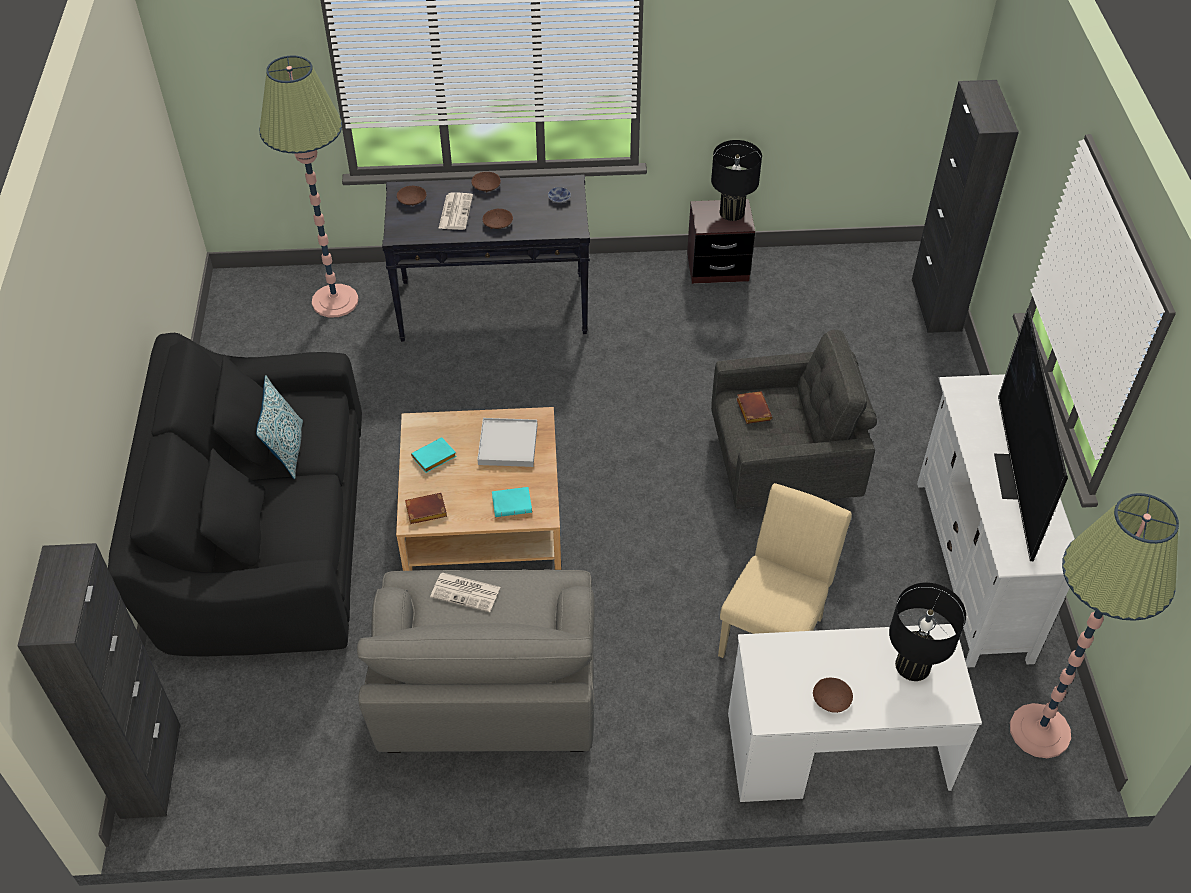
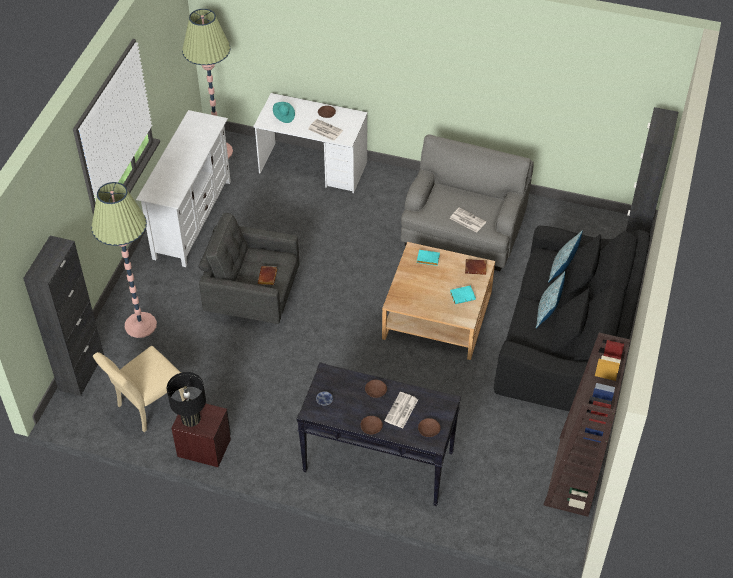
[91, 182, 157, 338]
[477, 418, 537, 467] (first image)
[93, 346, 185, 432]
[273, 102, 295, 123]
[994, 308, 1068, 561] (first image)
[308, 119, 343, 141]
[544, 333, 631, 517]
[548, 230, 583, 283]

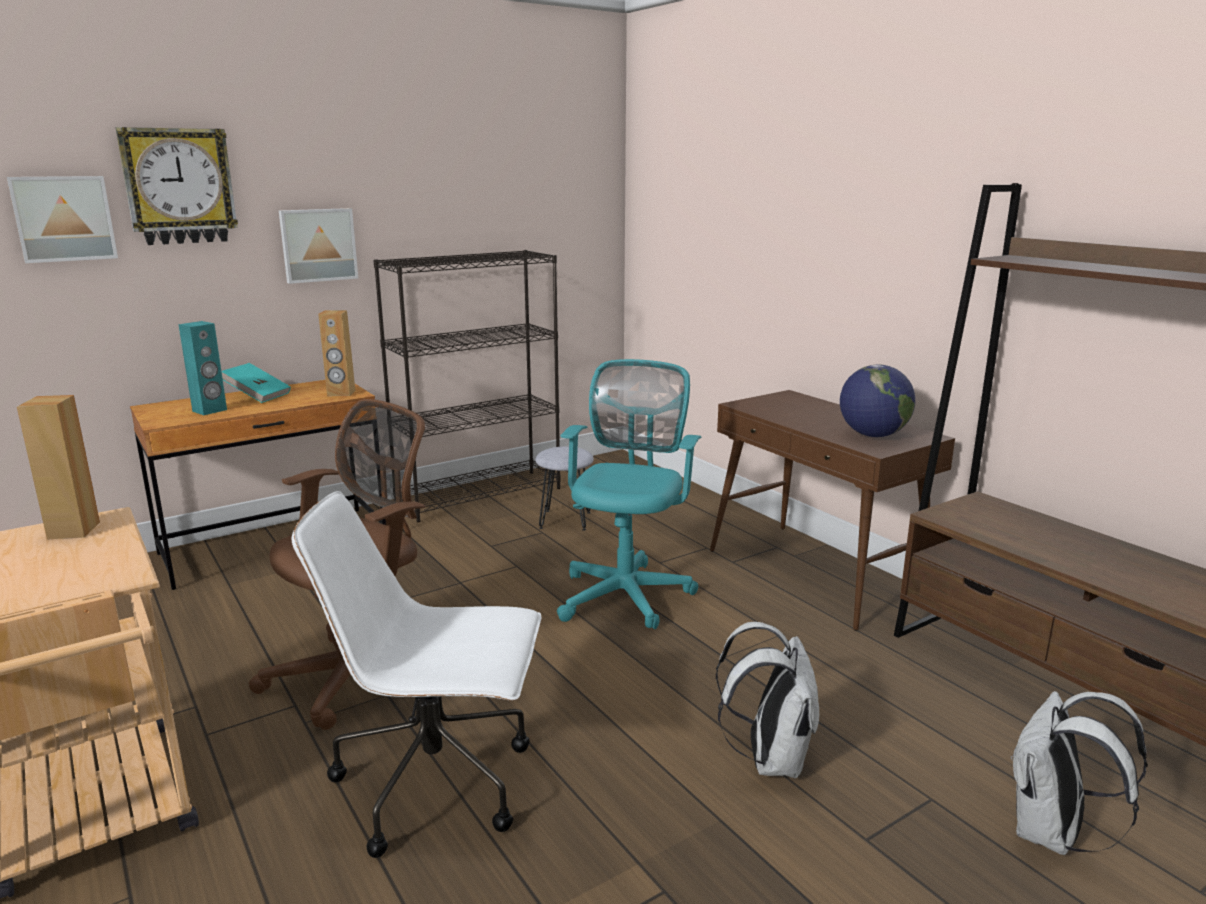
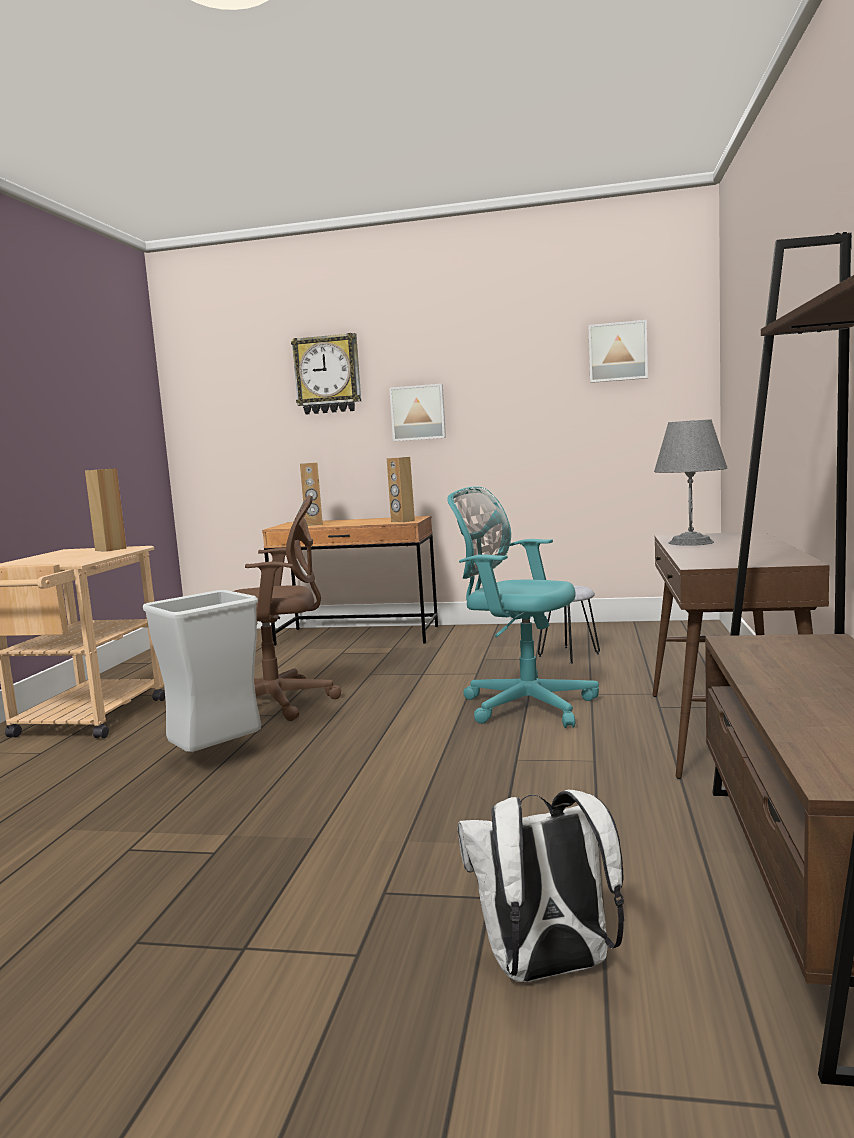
[588, 320, 648, 383]
[300, 462, 323, 526]
[221, 363, 291, 403] (first image)
[143, 590, 261, 752]
[374, 250, 561, 522] (first image)
[447, 487, 599, 728]
[716, 622, 819, 778] (first image)
[840, 365, 915, 437] (first image)
[654, 419, 727, 546]

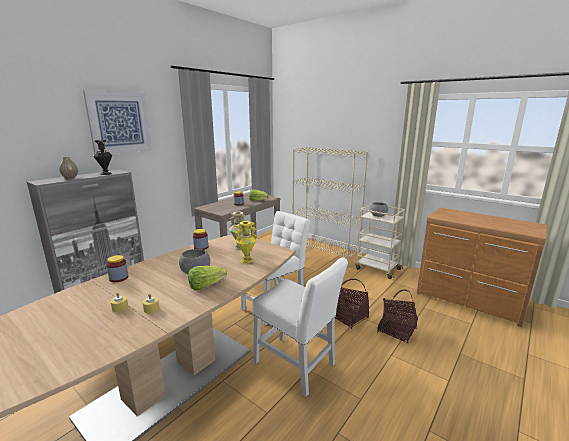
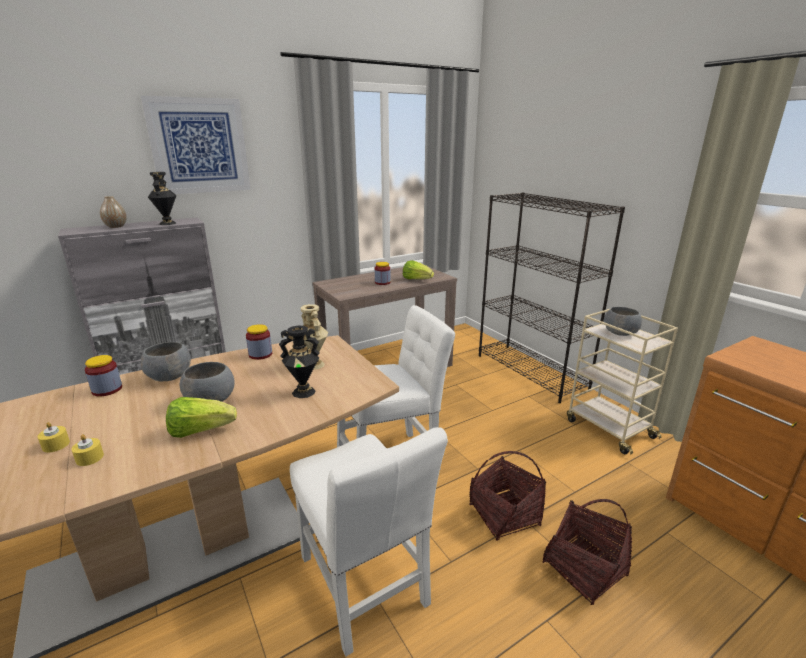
[279, 325, 319, 398]
[479, 192, 625, 403]
[141, 342, 191, 381]

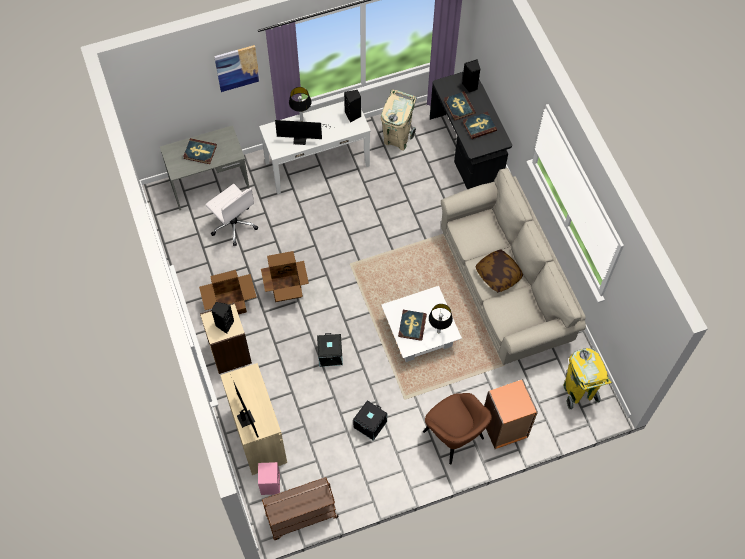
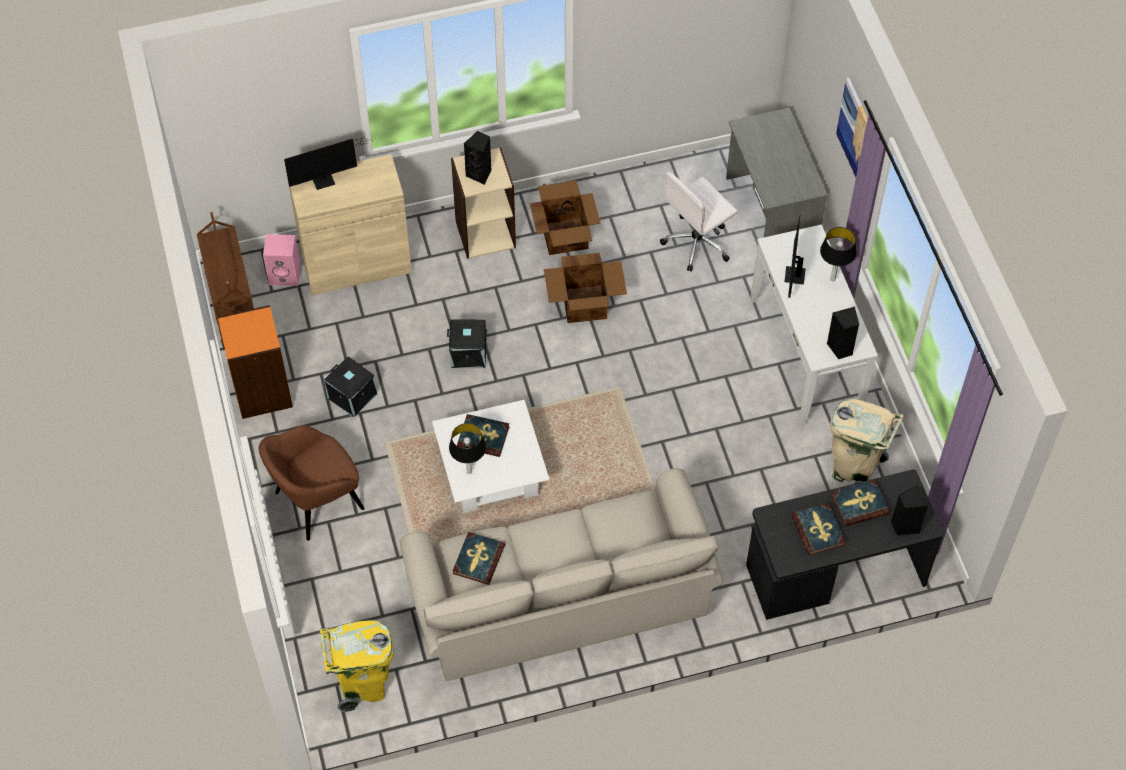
[453, 532, 505, 585]
[476, 250, 523, 292] (first image)
[218, 305, 293, 419]

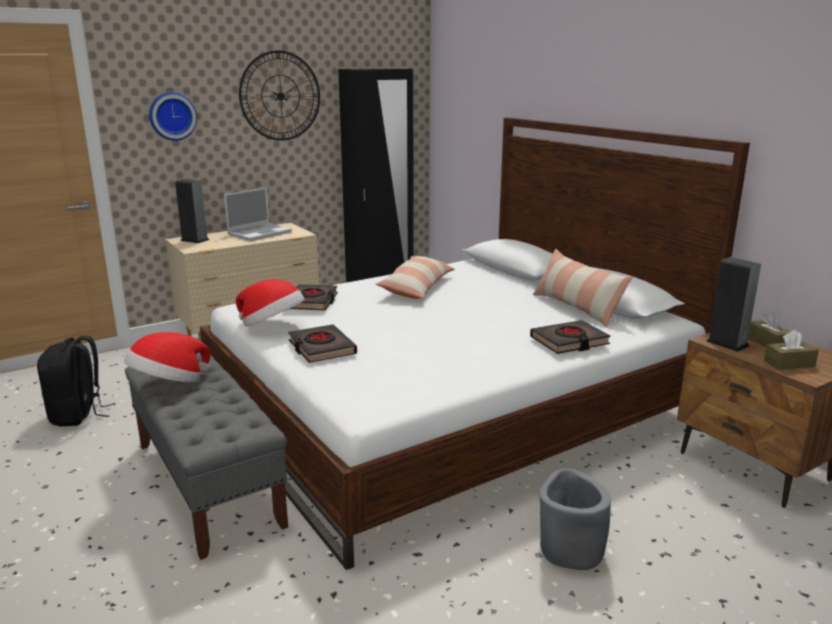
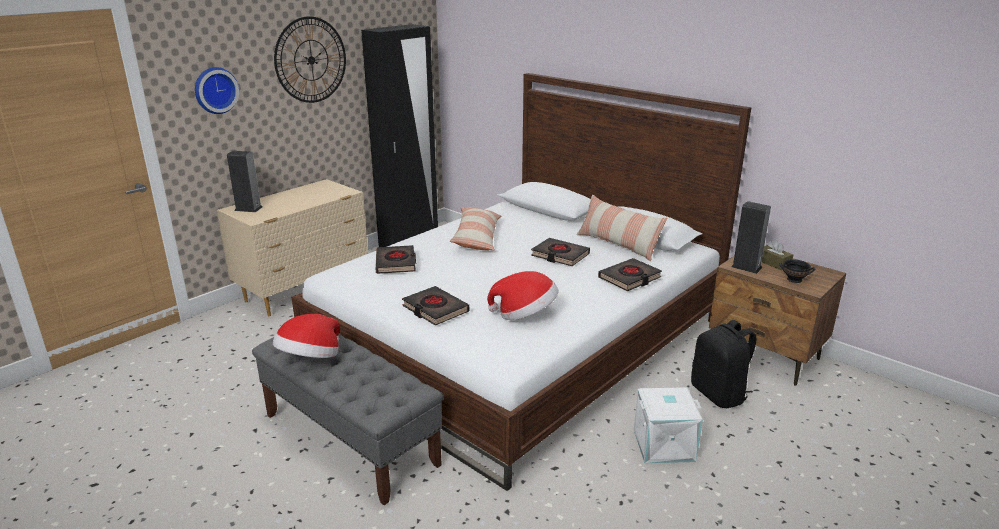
[691, 320, 757, 408]
[224, 187, 292, 241] (first image)
[487, 271, 558, 320]
[634, 387, 703, 463]
[779, 259, 815, 283]
[531, 238, 590, 266]

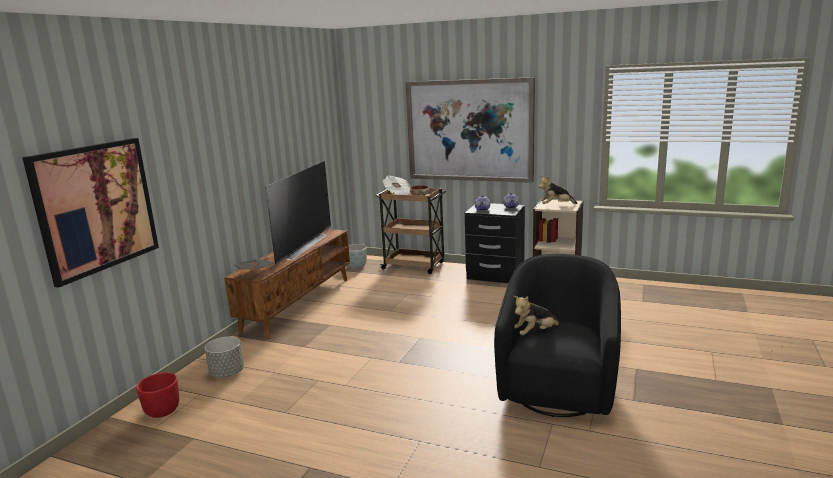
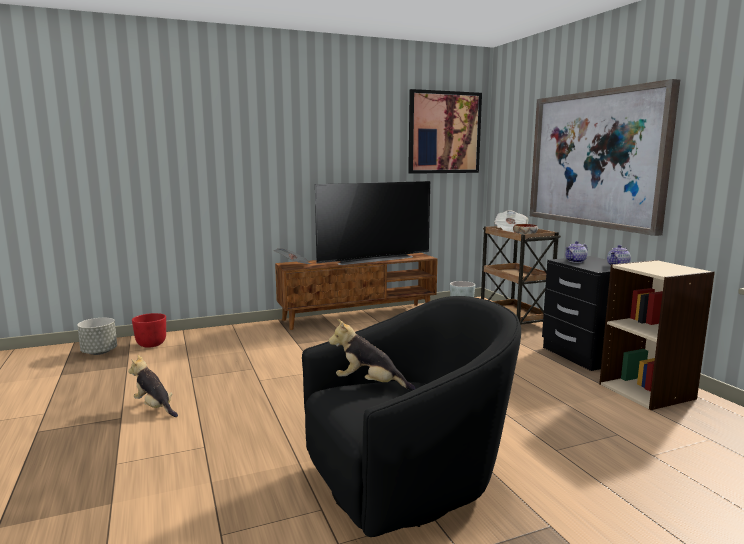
[408, 89, 482, 174]
[77, 318, 117, 355]
[128, 355, 178, 417]

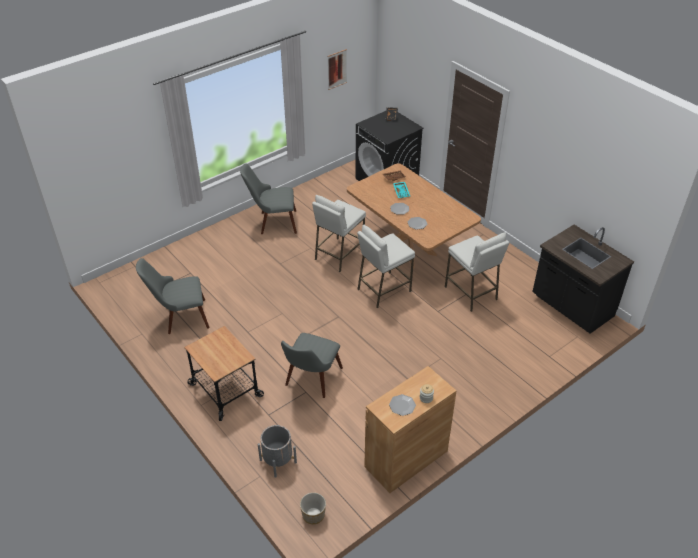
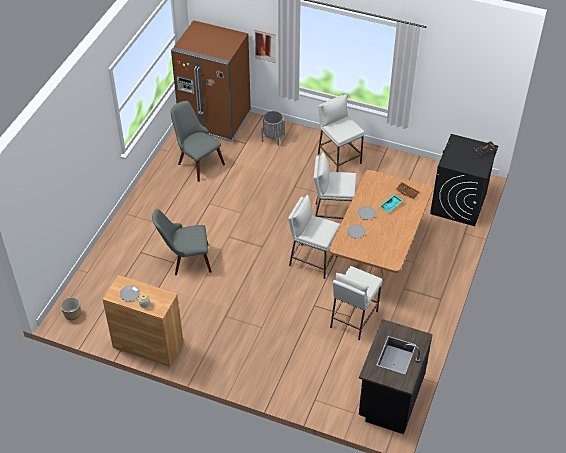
[184, 326, 264, 421] (first image)
[318, 94, 365, 172]
[262, 111, 285, 146]
[254, 29, 276, 63]
[171, 20, 251, 142]

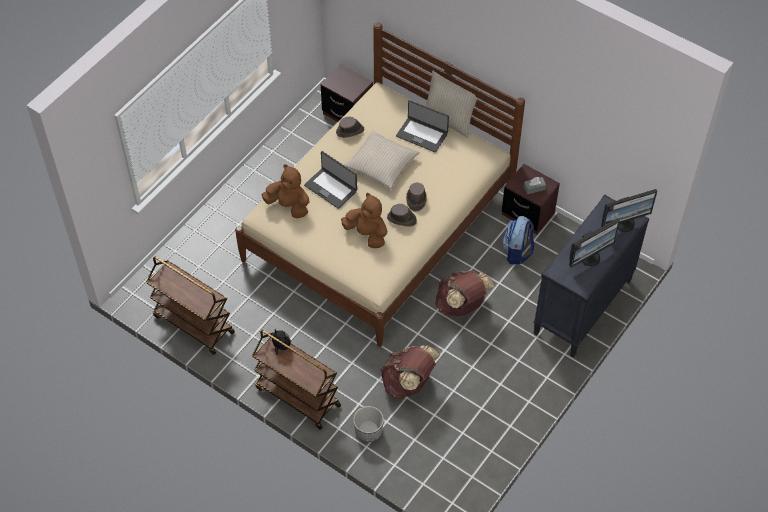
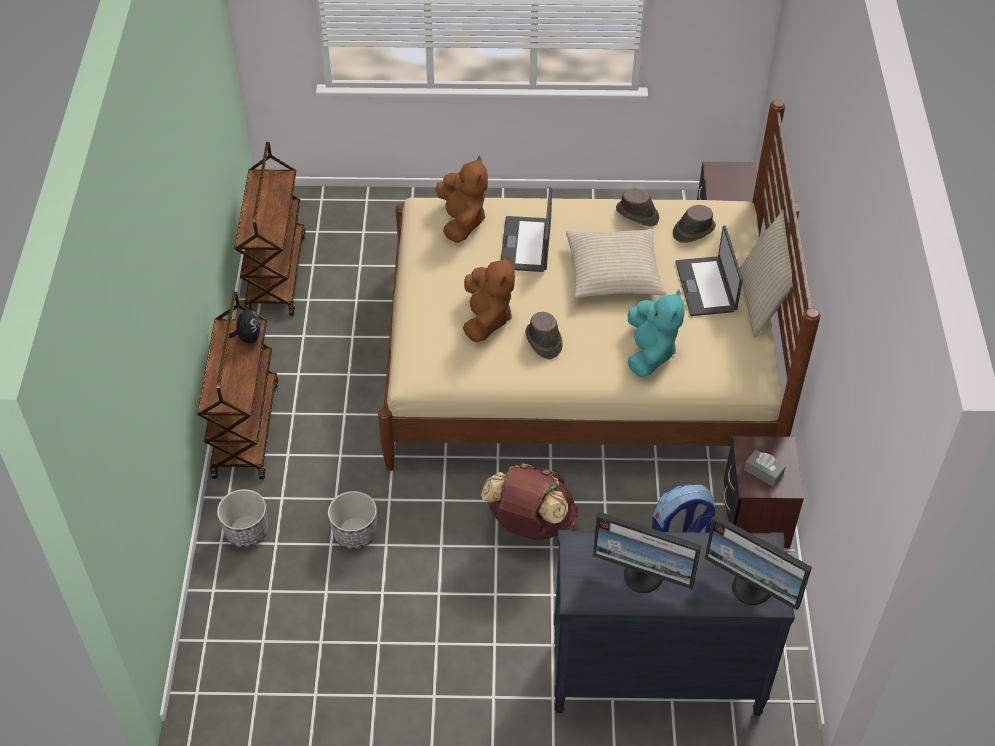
[328, 491, 377, 549]
[673, 205, 716, 243]
[628, 289, 685, 377]

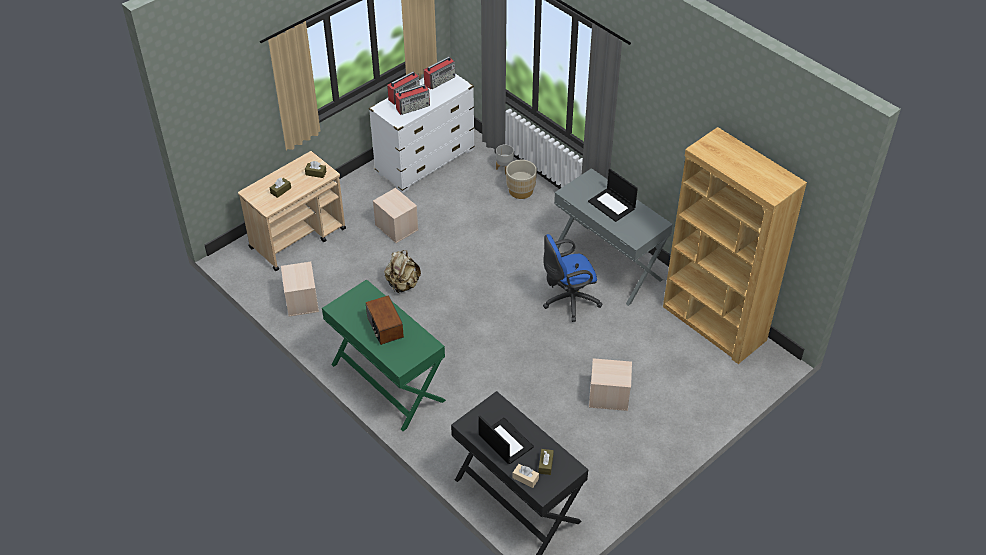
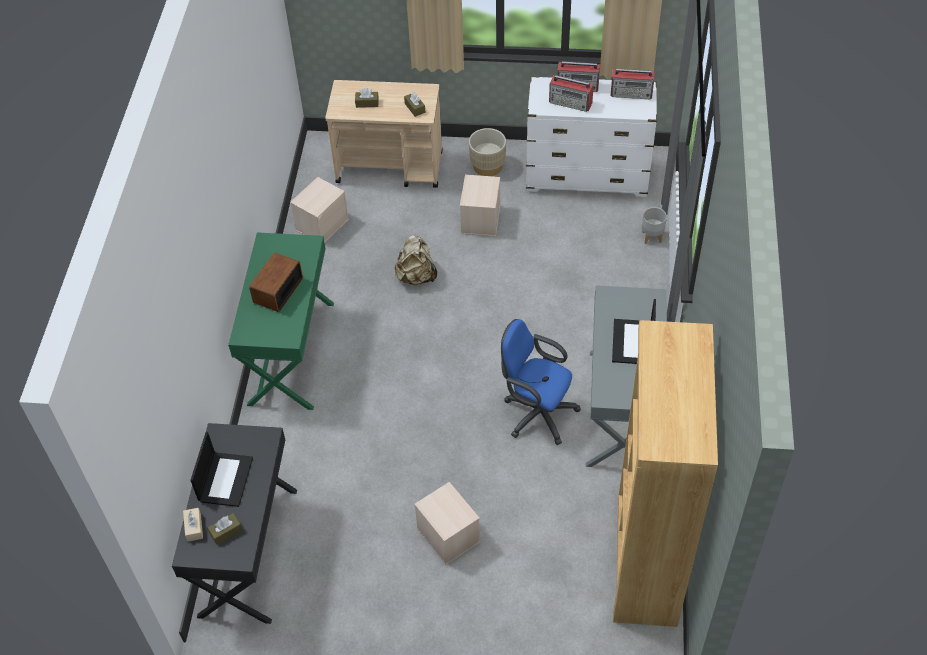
[469, 128, 506, 176]

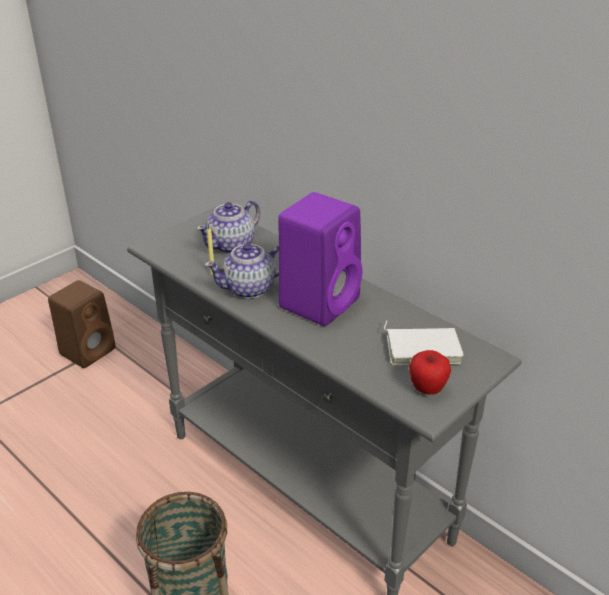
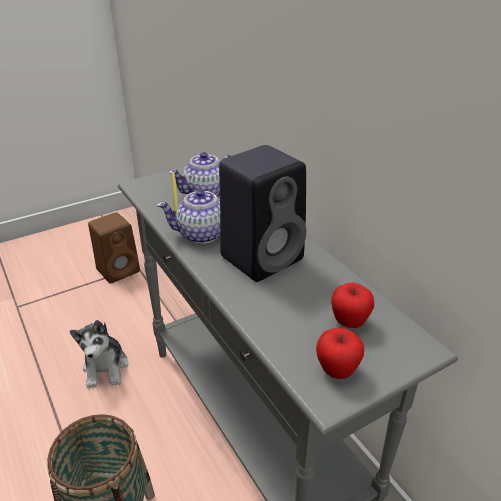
[219, 145, 306, 282]
[331, 282, 374, 328]
[70, 320, 128, 388]

